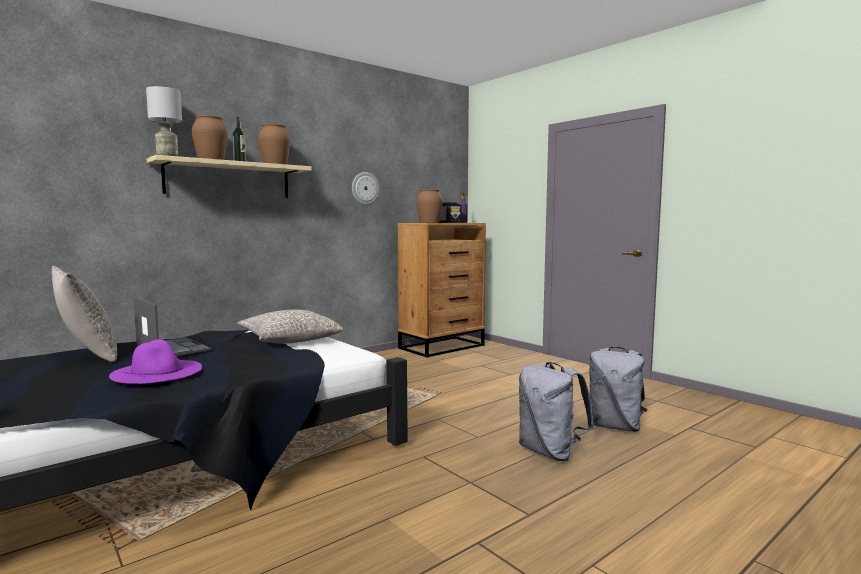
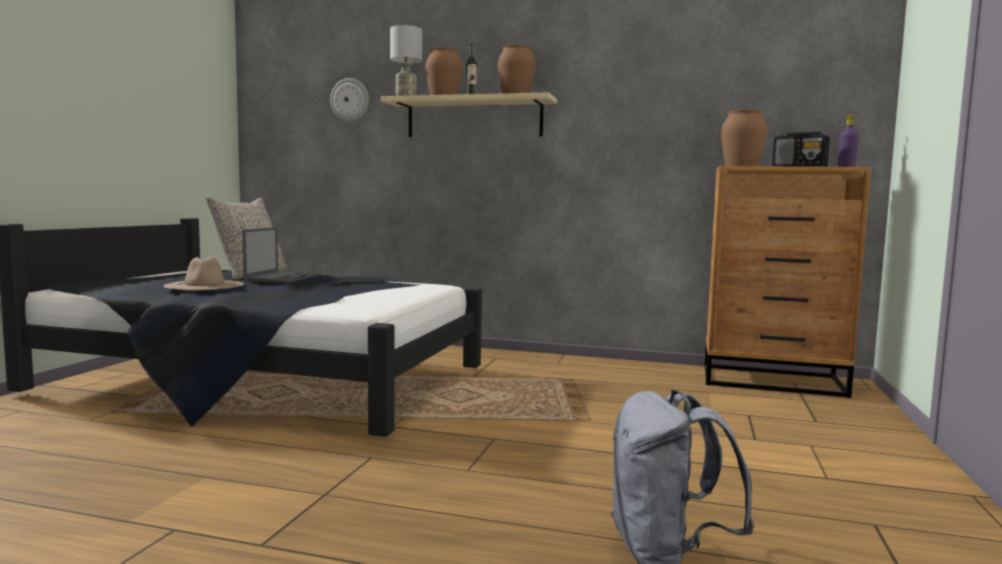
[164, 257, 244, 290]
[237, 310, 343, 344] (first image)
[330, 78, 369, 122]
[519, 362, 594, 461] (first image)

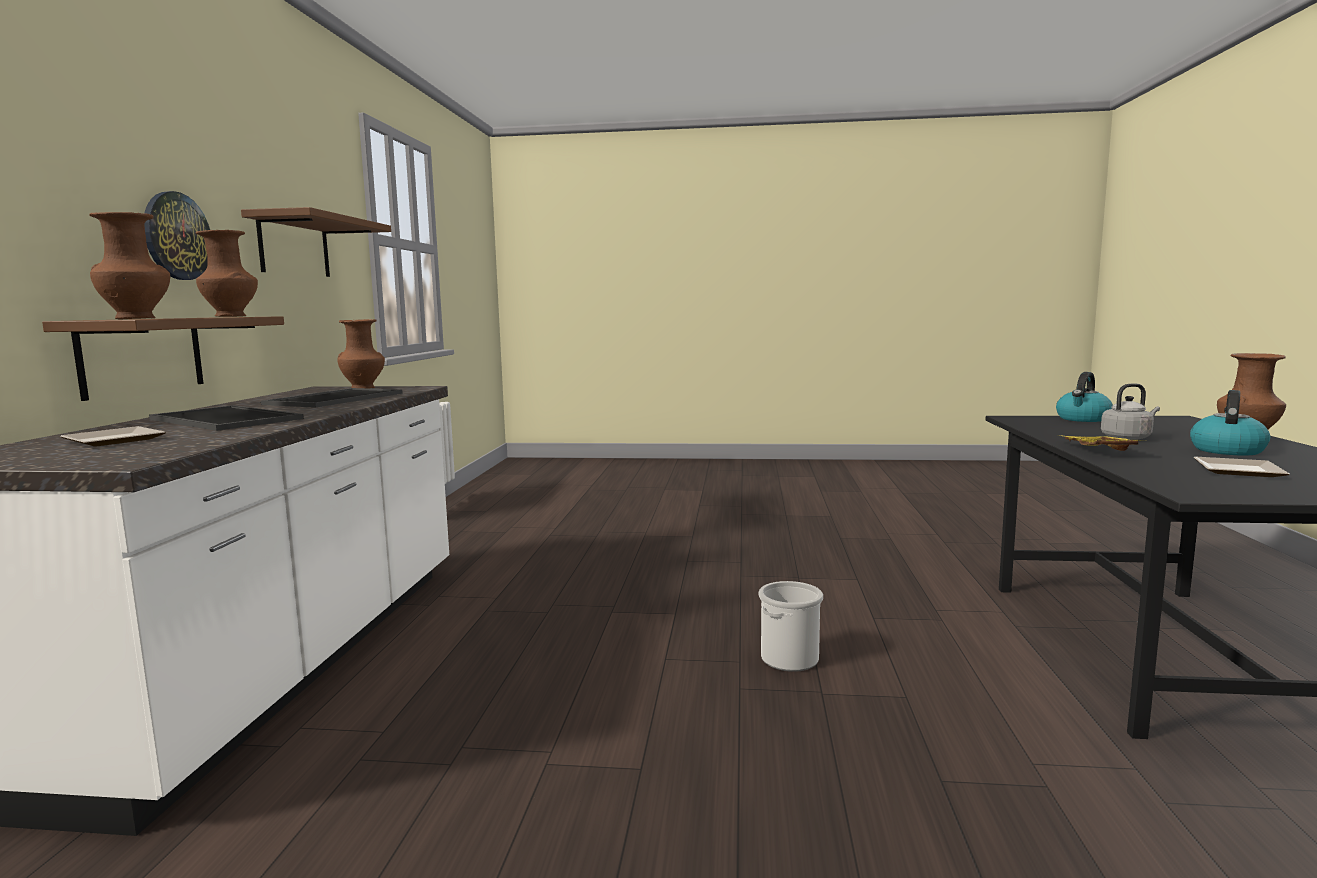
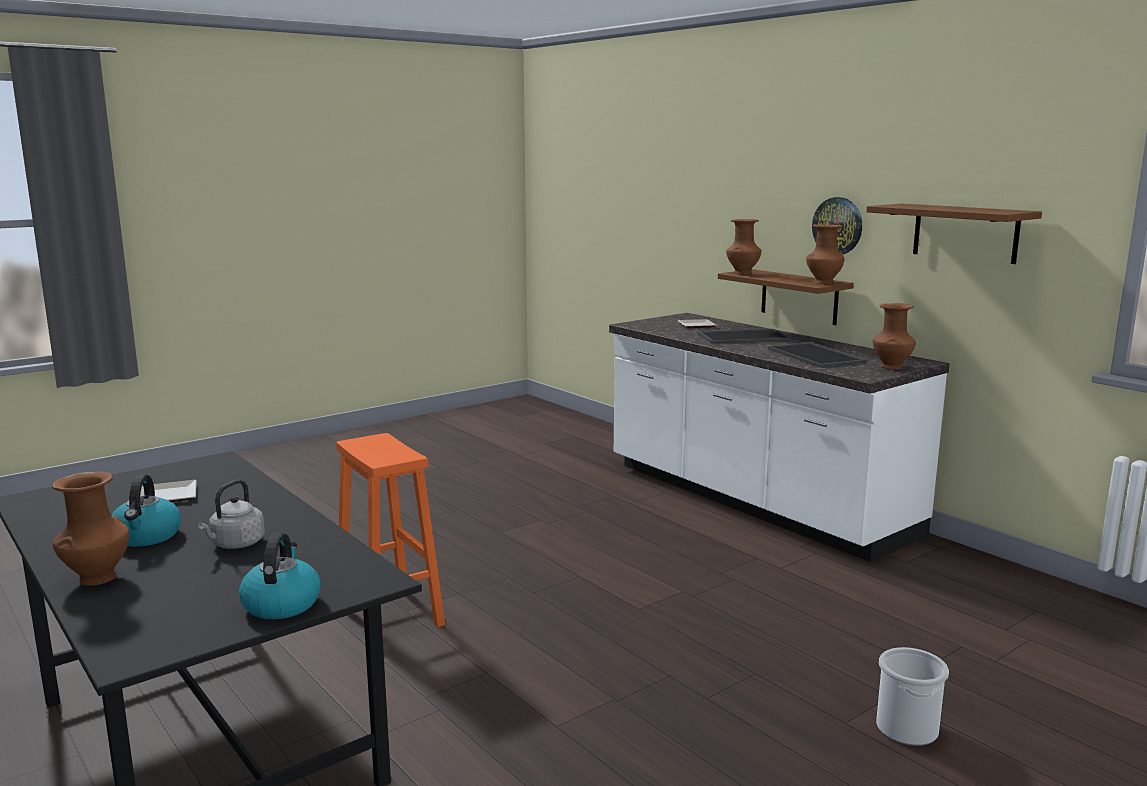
[876, 647, 949, 746]
[1059, 435, 1139, 451] (first image)
[336, 433, 445, 627]

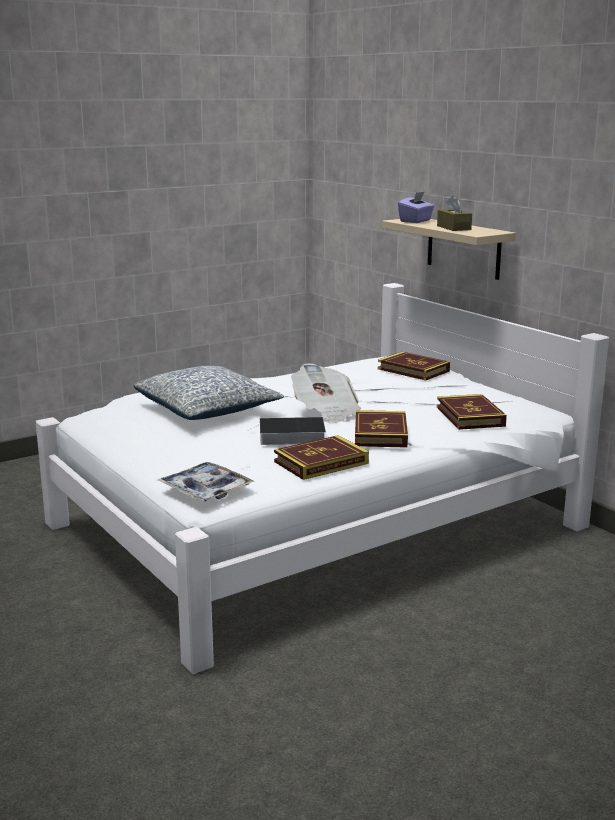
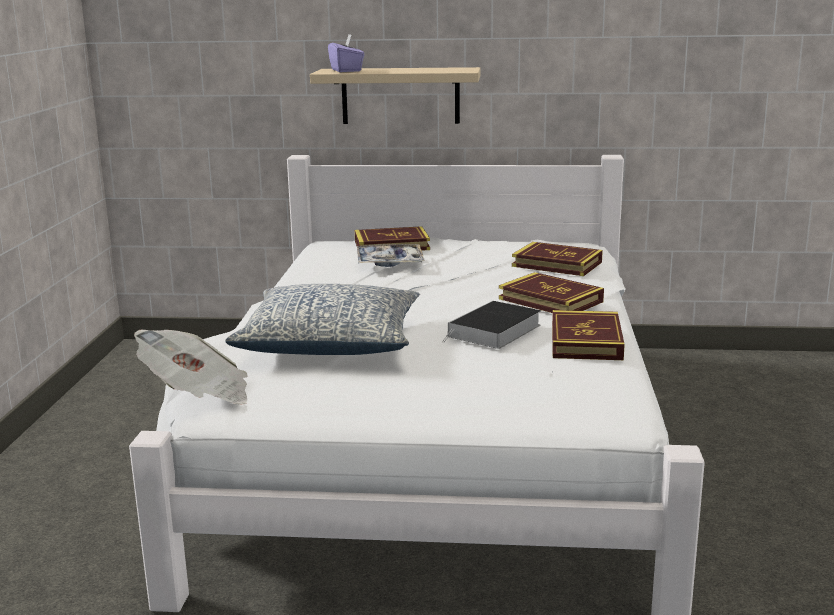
[357, 244, 425, 267]
[134, 330, 248, 404]
[437, 195, 472, 231] (first image)

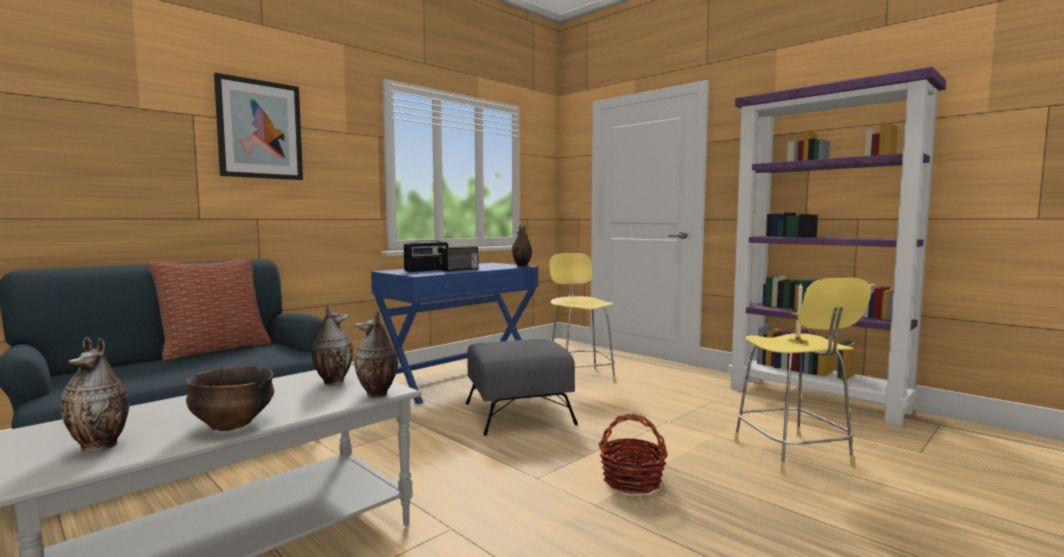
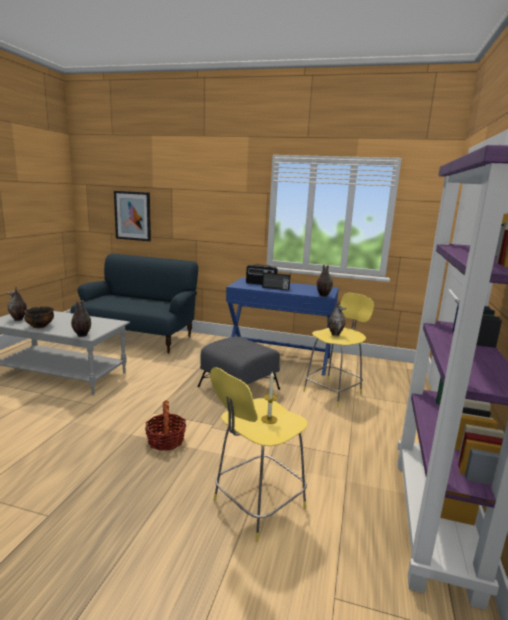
[147, 257, 271, 361] (first image)
[114, 191, 151, 241]
[328, 301, 346, 336]

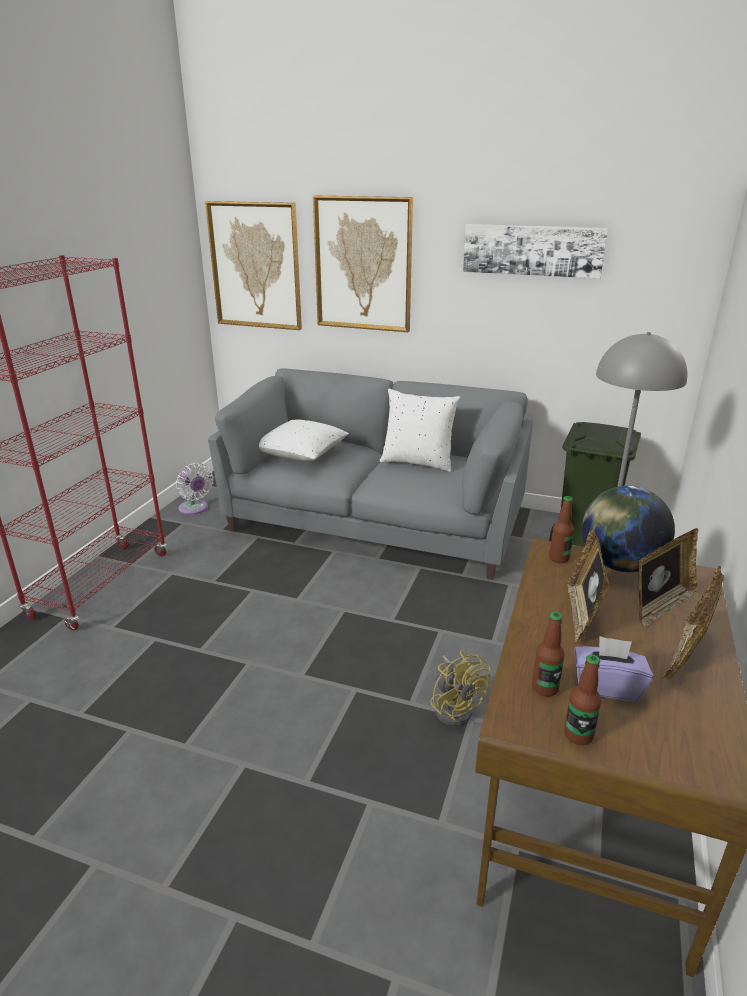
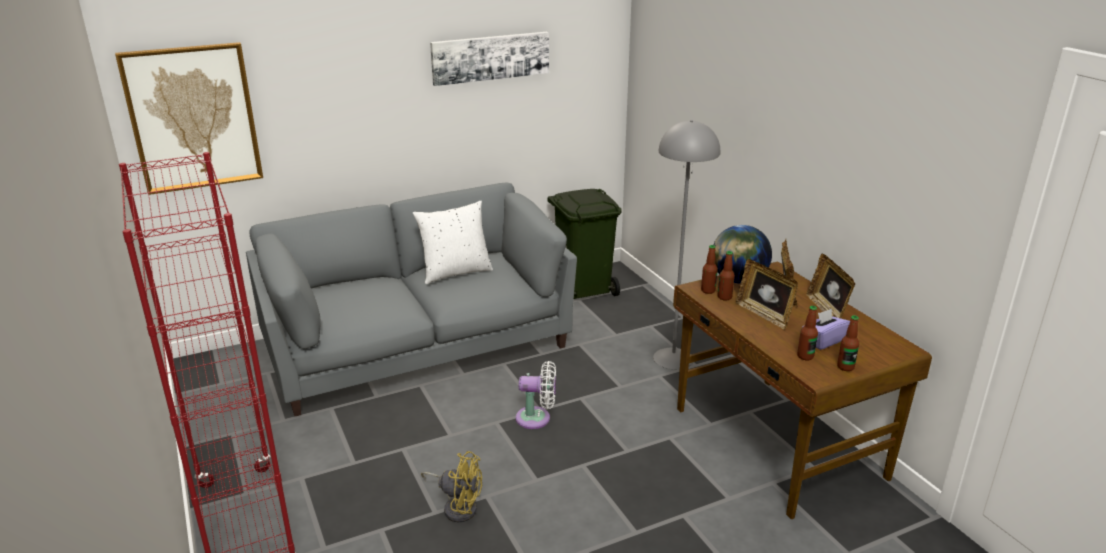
[515, 361, 556, 429]
[259, 420, 349, 462] (first image)
[313, 196, 413, 332] (first image)
[421, 451, 482, 522]
[718, 251, 735, 301]

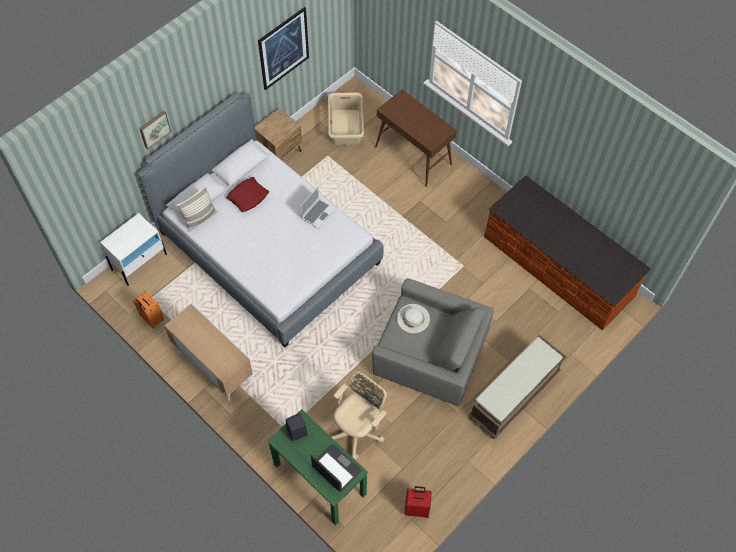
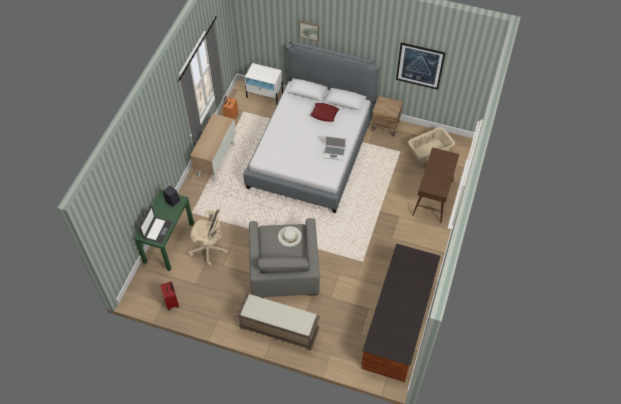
[176, 186, 217, 232] (first image)

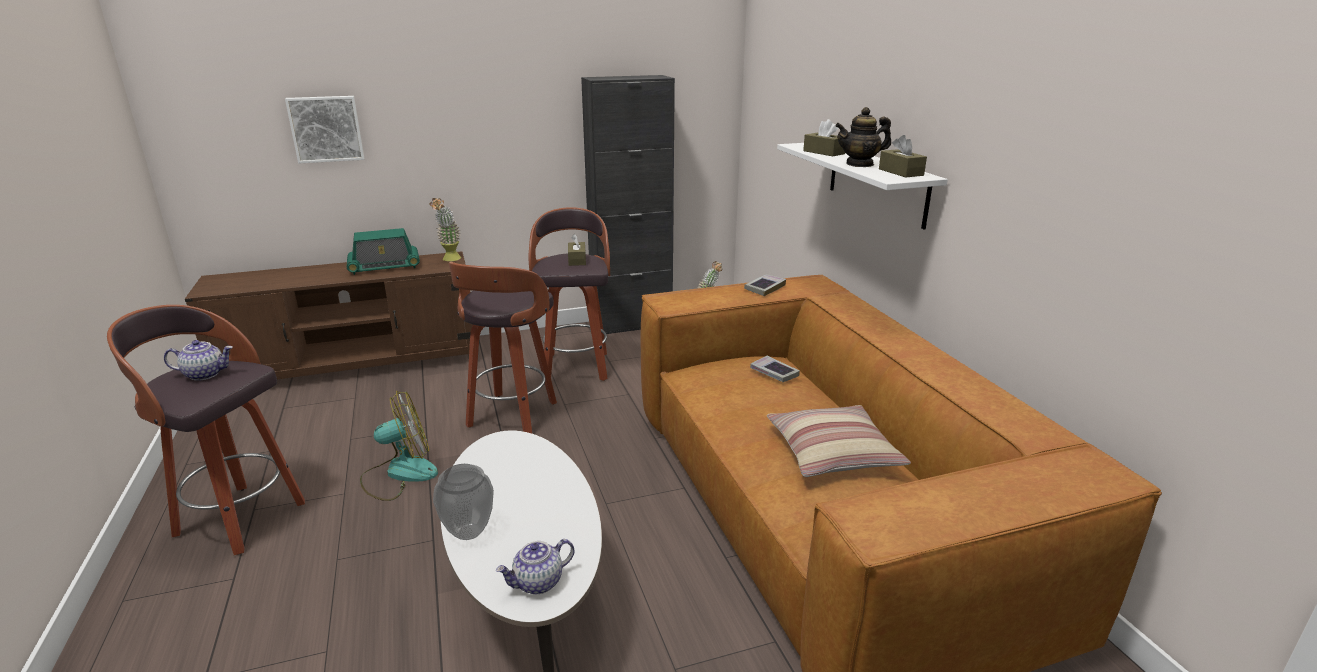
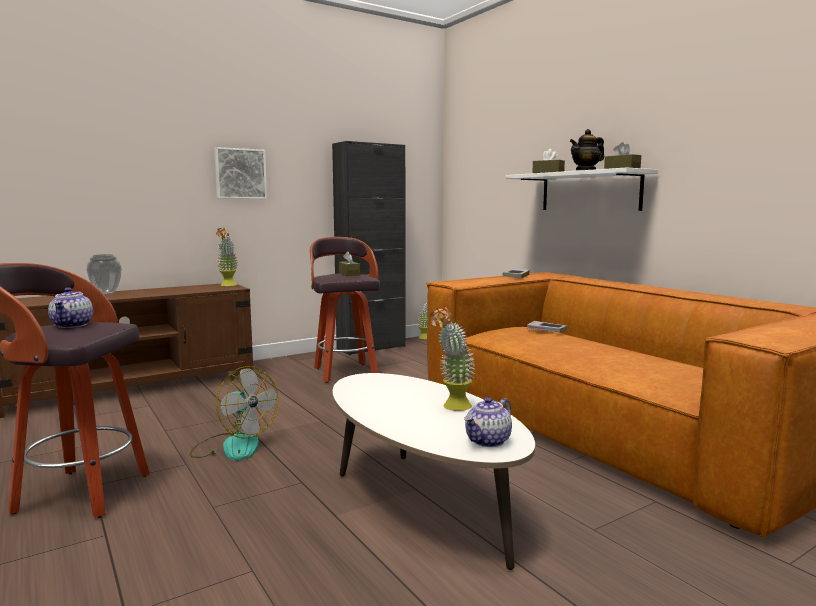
[48, 288, 93, 328]
[214, 147, 267, 199]
[347, 228, 420, 275] (first image)
[190, 366, 279, 461]
[87, 254, 122, 295]
[449, 262, 557, 433] (first image)
[767, 405, 911, 477] (first image)
[430, 307, 476, 411]

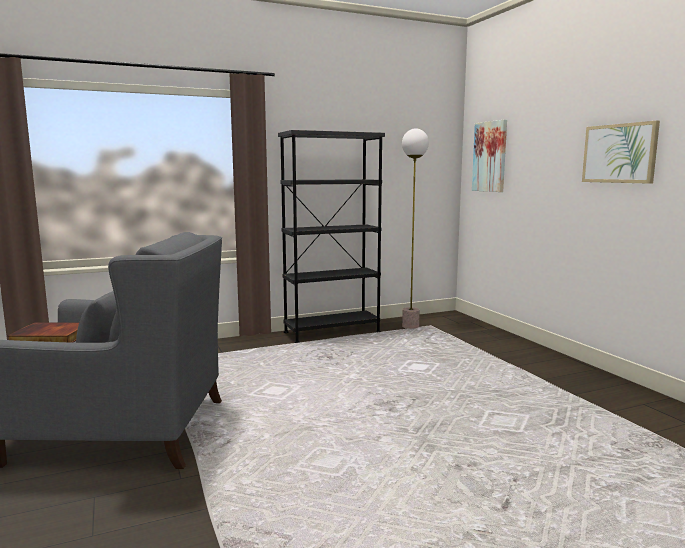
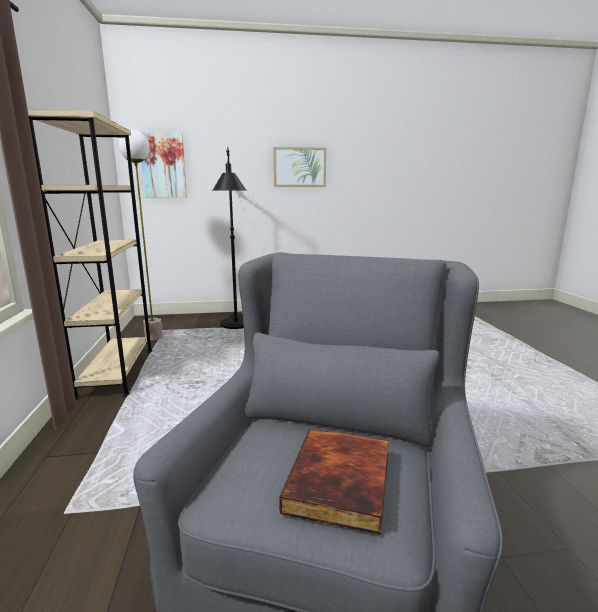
[27, 109, 153, 400]
[212, 147, 247, 329]

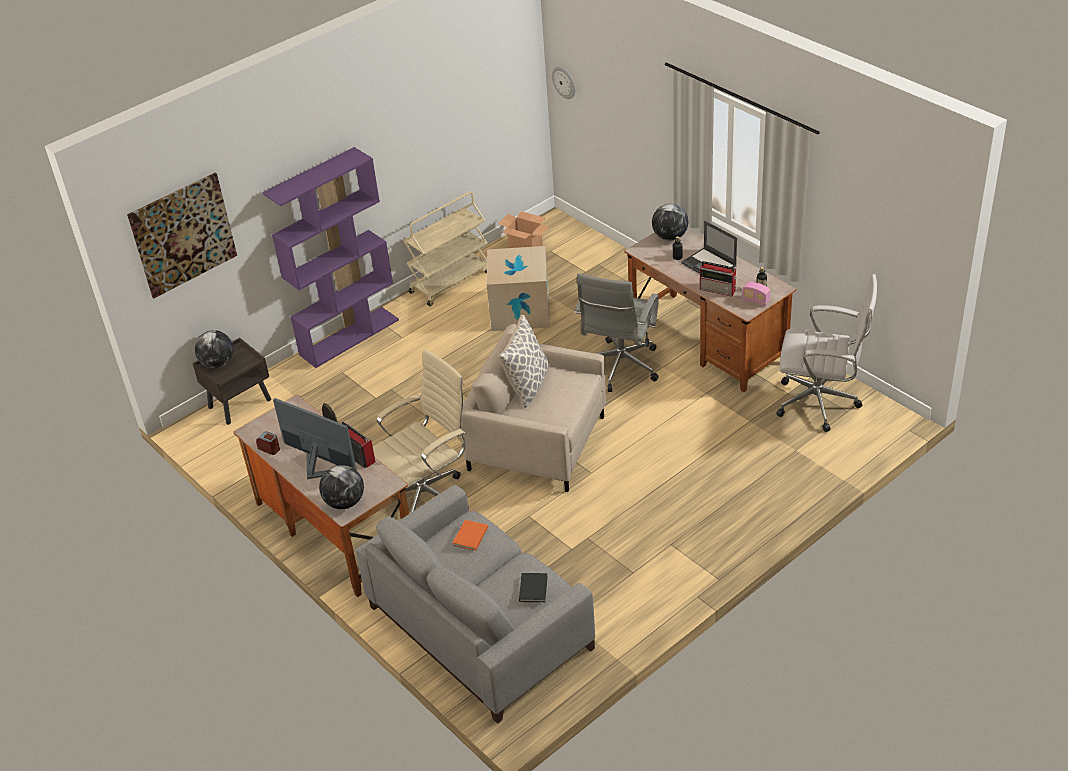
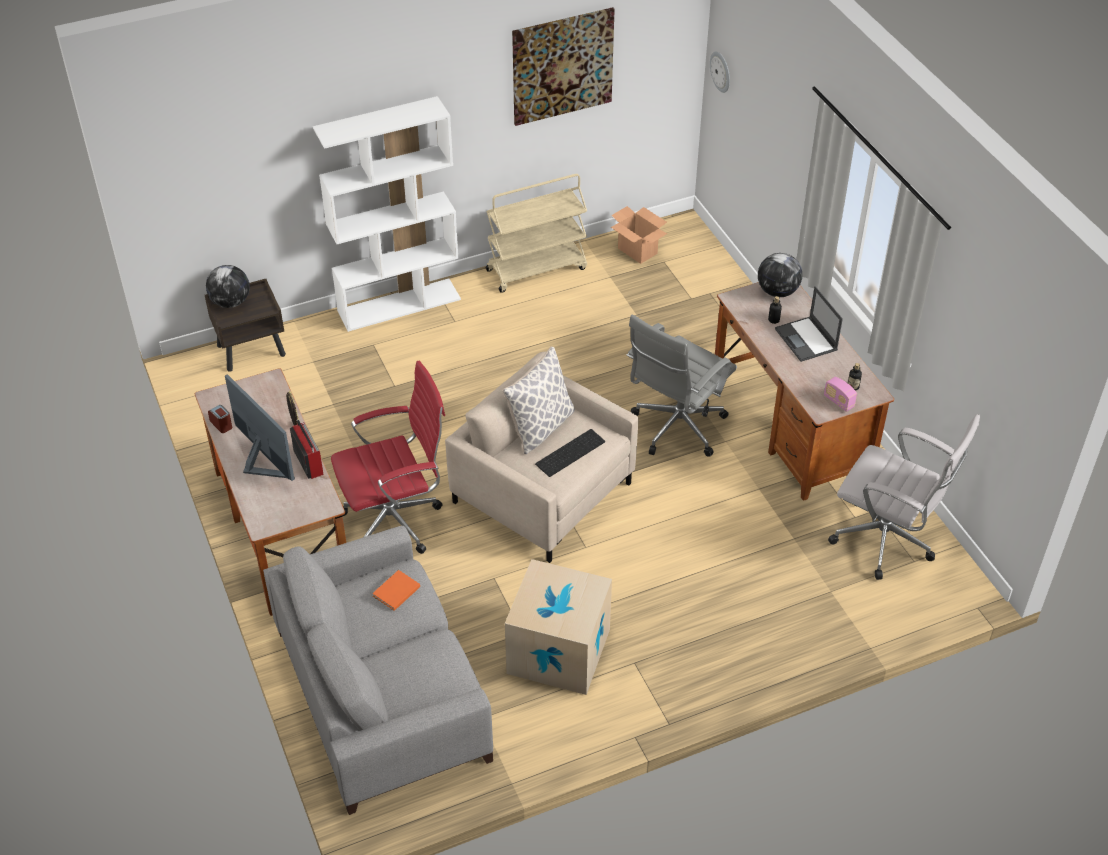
[512, 7, 615, 126]
[313, 96, 461, 332]
[319, 465, 364, 509] (first image)
[331, 361, 445, 554]
[505, 559, 612, 695]
[519, 573, 548, 602] (first image)
[700, 261, 737, 296] (first image)
[535, 429, 605, 477]

